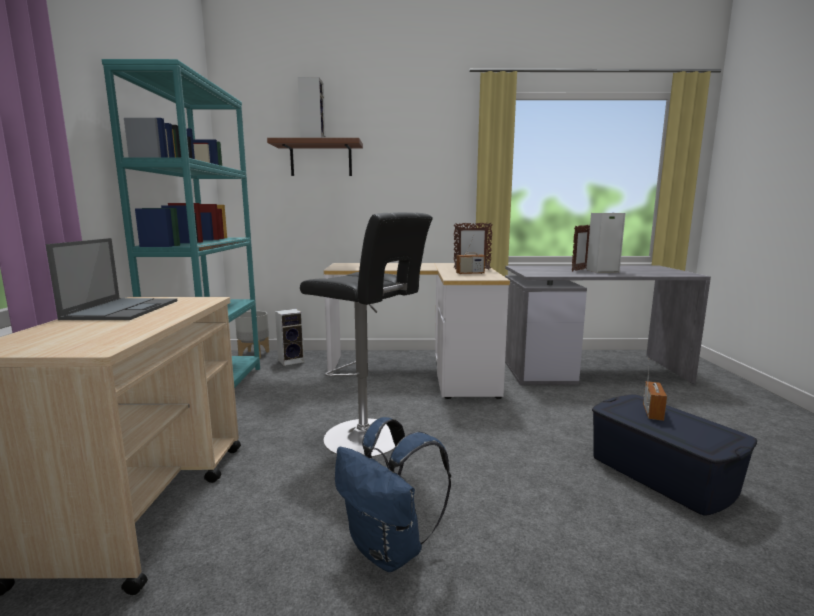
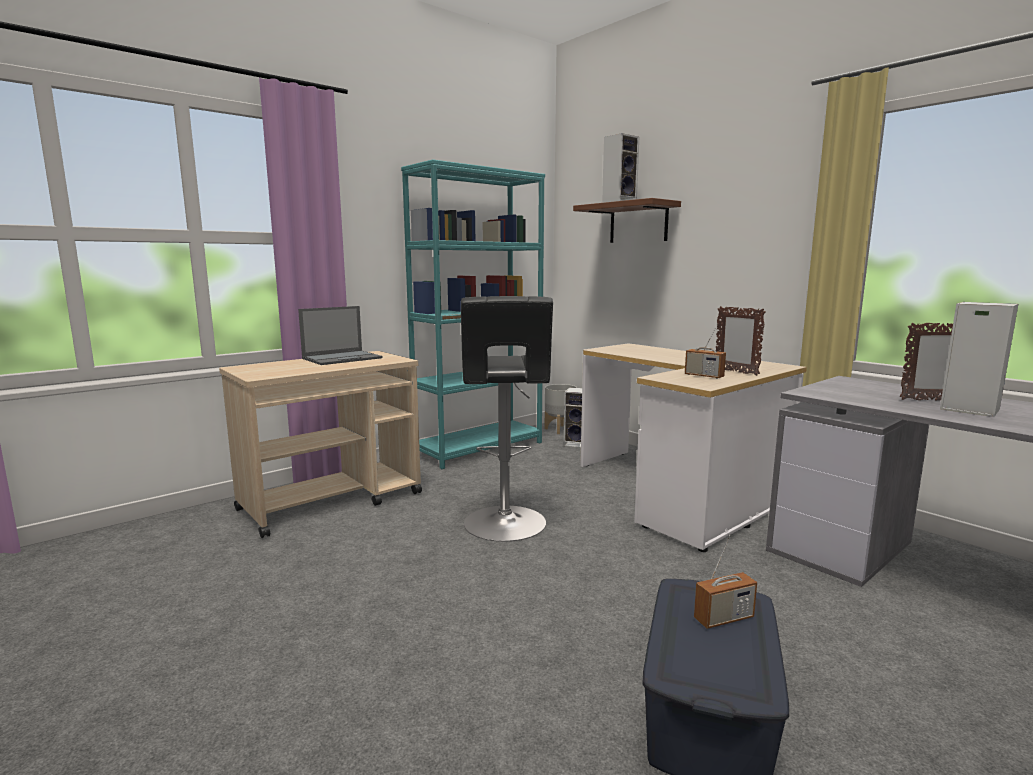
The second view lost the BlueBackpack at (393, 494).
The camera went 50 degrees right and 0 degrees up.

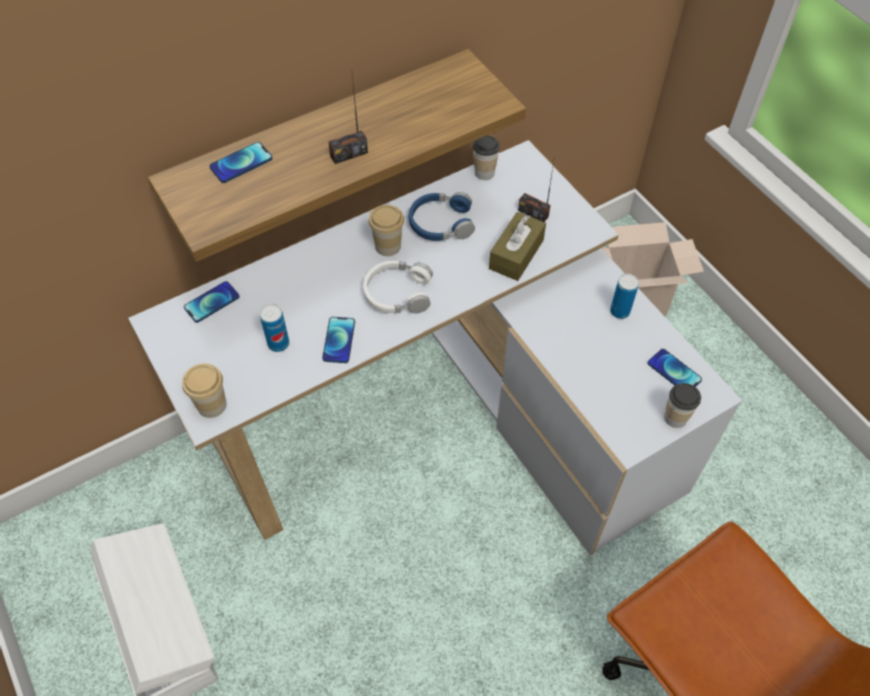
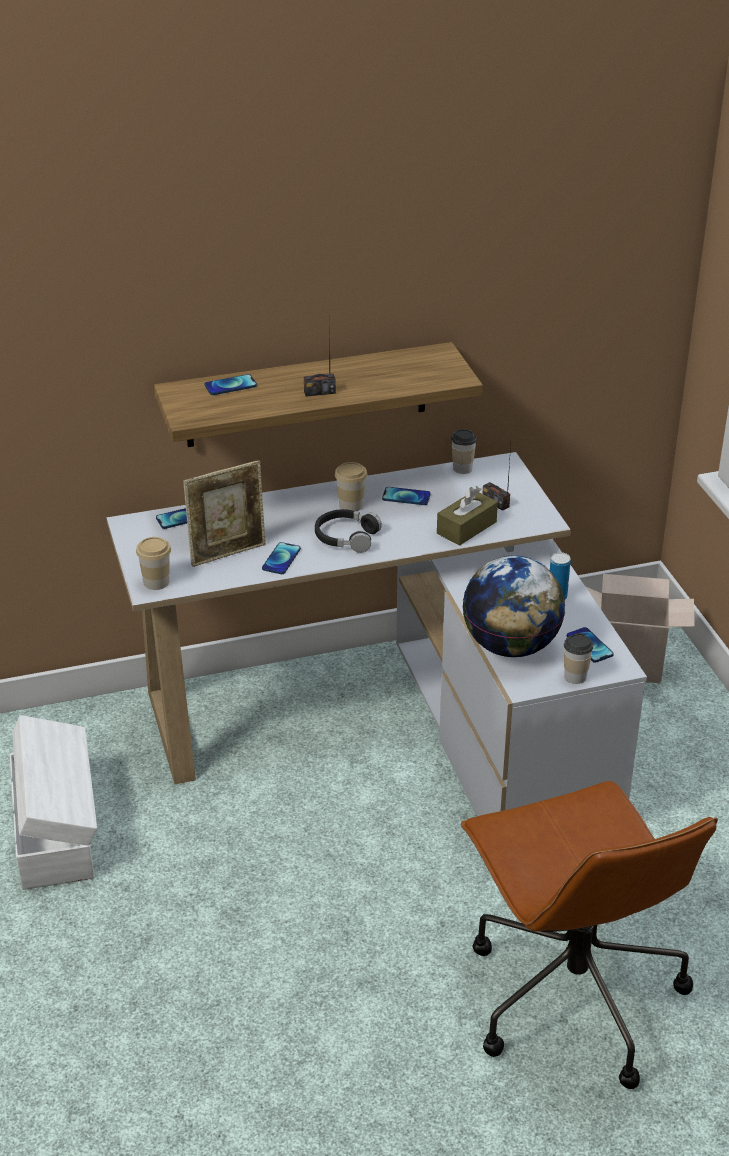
Where the Can stood at (274, 328), the PictureFrame came to stand at (224, 513).
What was the WhiteHeadphones at (398, 287) turned into the BlackHeadphones at (348, 531).
Where the BlueHeadphones stood at (442, 216), the Phone came to stand at (406, 496).
The second view gained the Globe at (513, 606).
The camera went 15 degrees right and 20 degrees down.

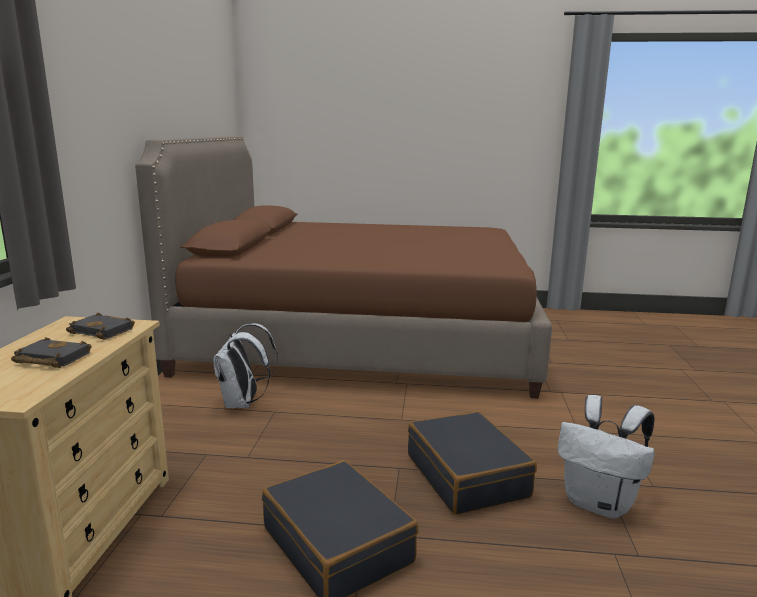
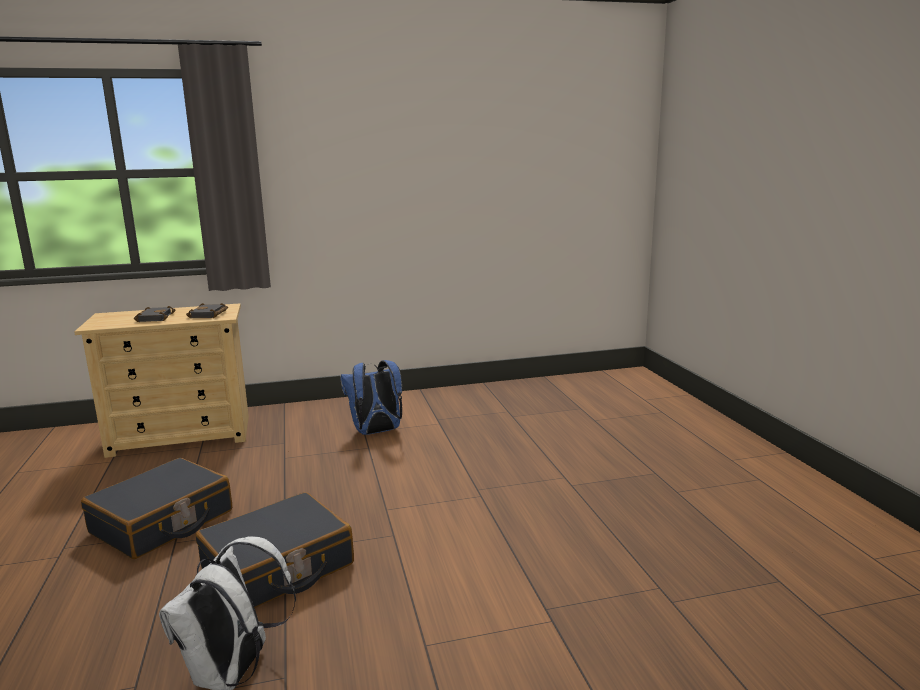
What was the WhiteBackpack at (245, 365) turned into the BlueBackpack at (371, 397).
The second view lost the BrownBed at (343, 267).
The camera went 70 degrees right and 0 degrees up.

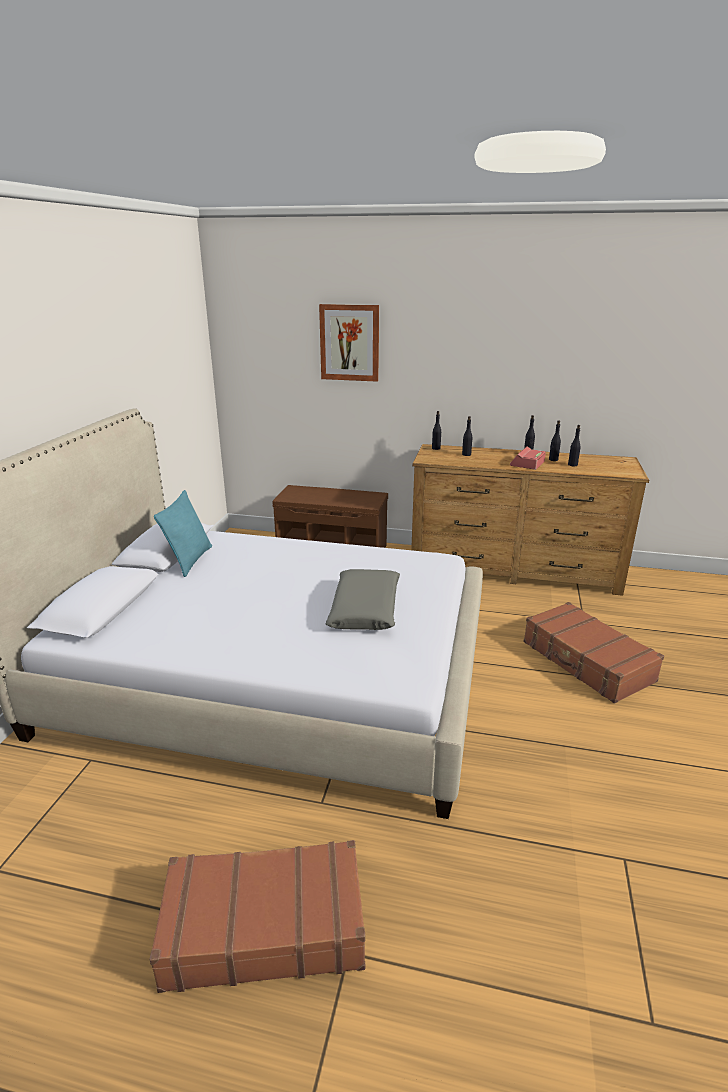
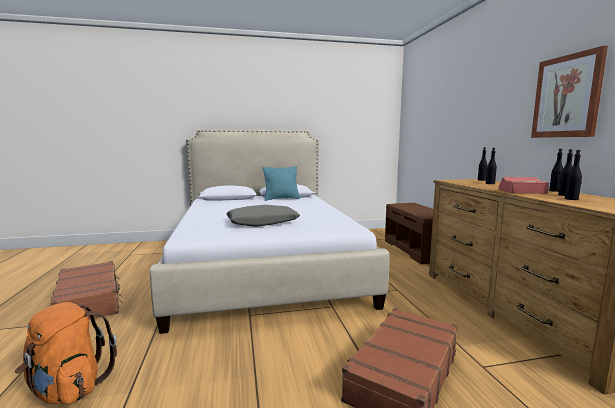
The second view gained the OrangeBackpack at (66, 353).
The Picture ended up elsewhere, having gone from (349, 343) to (569, 92).
The camera went 65 degrees right and 15 degrees down.

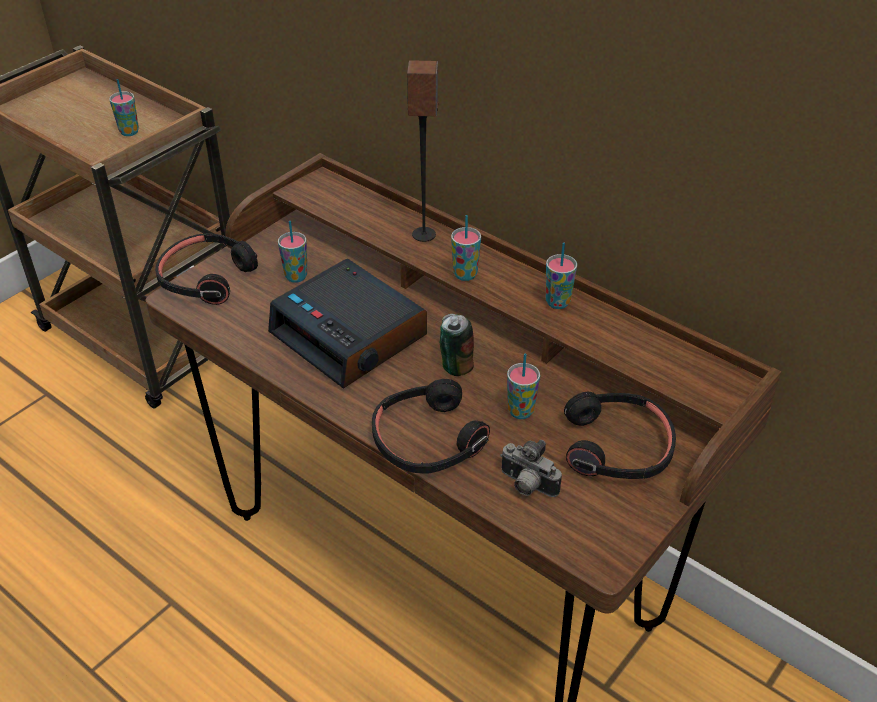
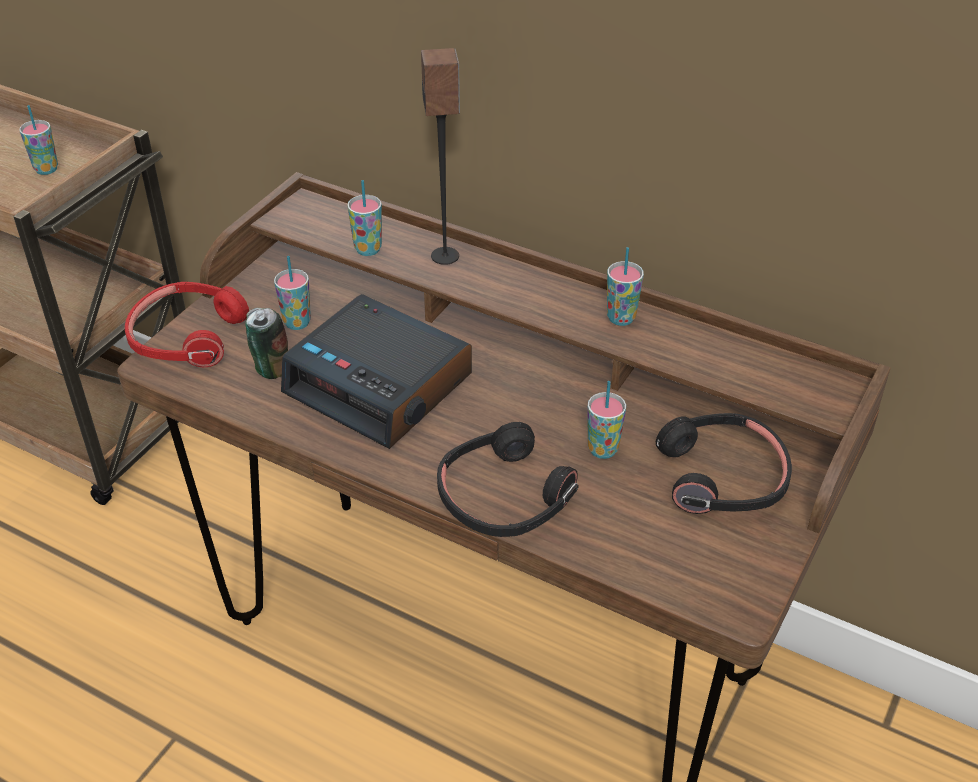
What was the BlackHeadphones at (206, 269) turned into the RedHeadphones at (187, 324).
The Can ended up elsewhere, having gone from (457, 345) to (266, 343).
The Cup ended up elsewhere, having gone from (466, 248) to (364, 218).
The second view lost the PhotoCamera at (531, 468).
The camera went 10 degrees left and 0 degrees up.

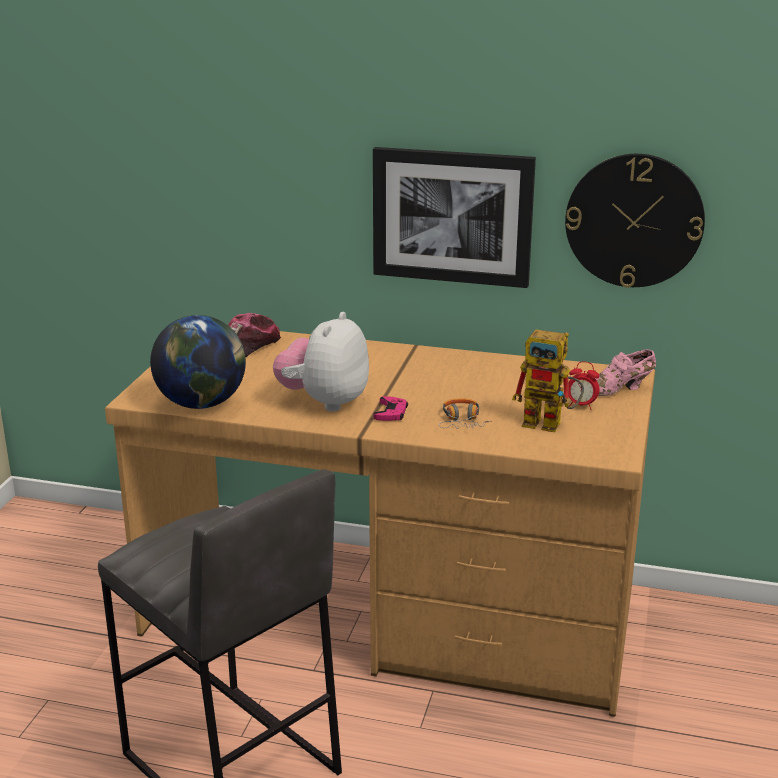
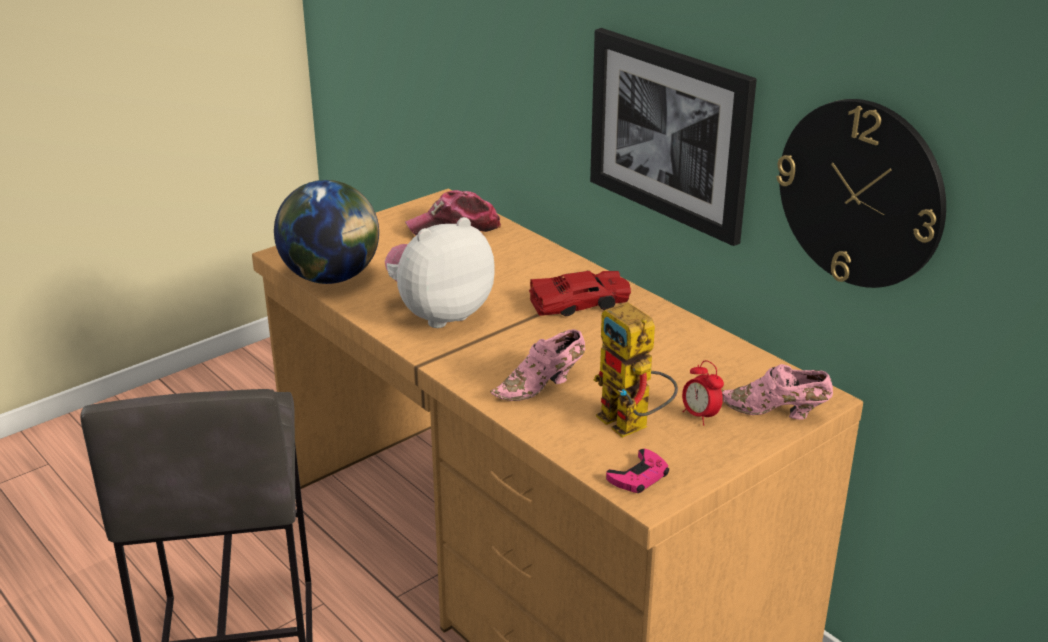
Where the Headphones stood at (465, 413), the PinkShoe came to stand at (537, 365).
The second view gained the RedToyCar at (580, 293).
The PinkGameController ended up elsewhere, having gone from (390, 408) to (637, 471).
The camera went 35 degrees right and 5 degrees up.

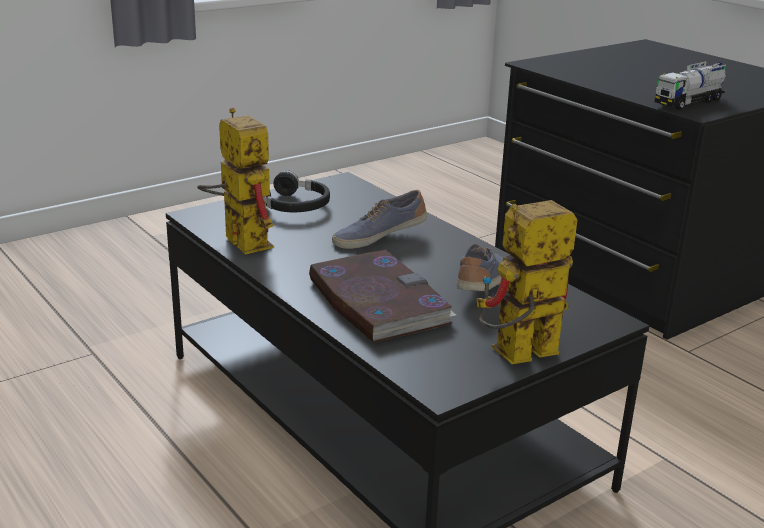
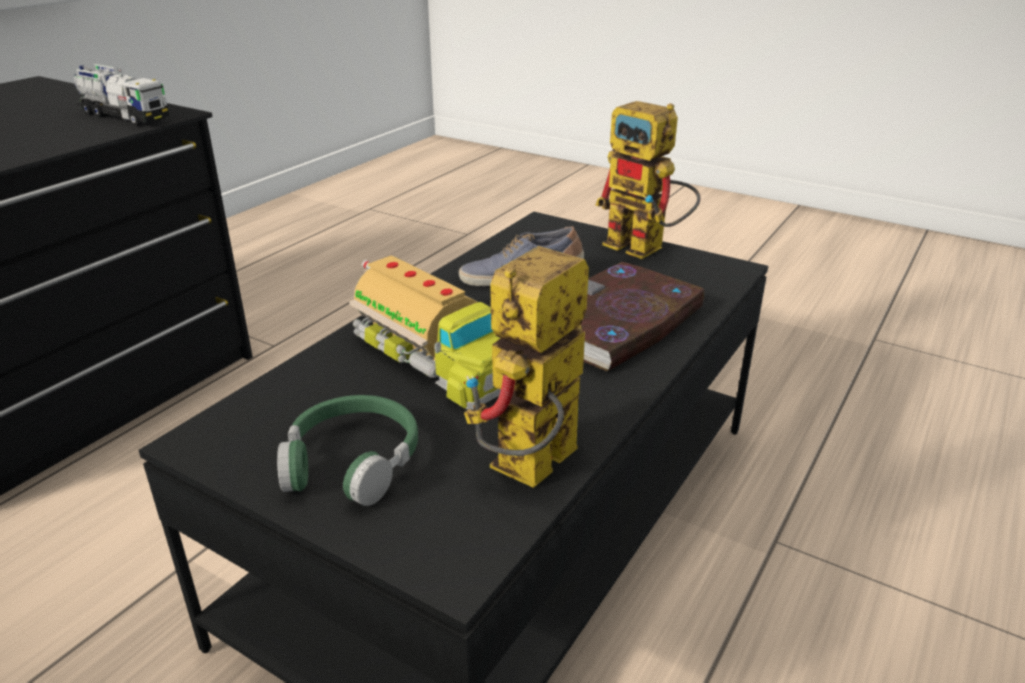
What was the BlackHeadphones at (296, 191) turned into the GreenHeadphones at (347, 450).
Where the Shoe stood at (379, 219), the ToyTruck came to stand at (425, 332).
The camera went 110 degrees left and 5 degrees up.

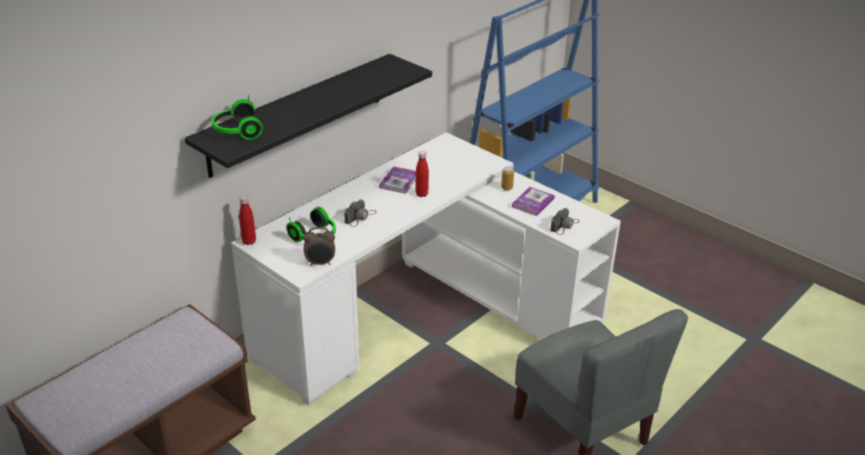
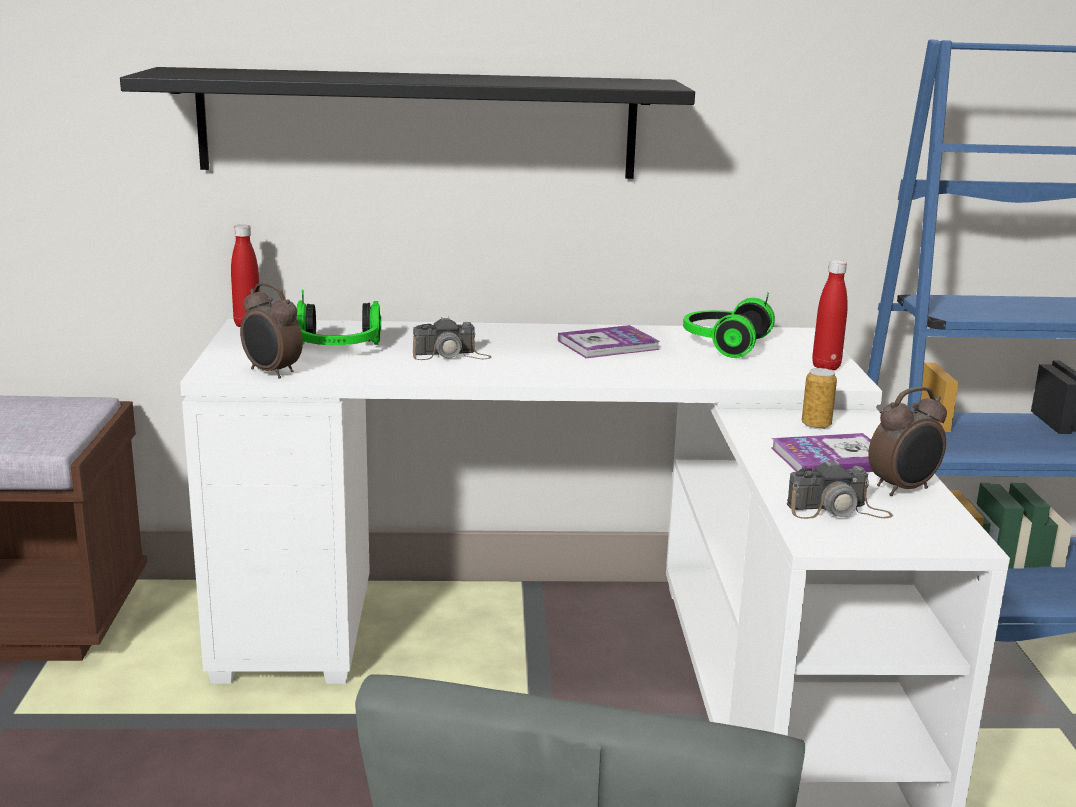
The Headphones ended up elsewhere, having gone from (237, 117) to (729, 325).
The RedBottle ended up elsewhere, having gone from (422, 174) to (830, 315).
The second view gained the AlarmClock at (907, 441).
The camera went 45 degrees right and 15 degrees down.

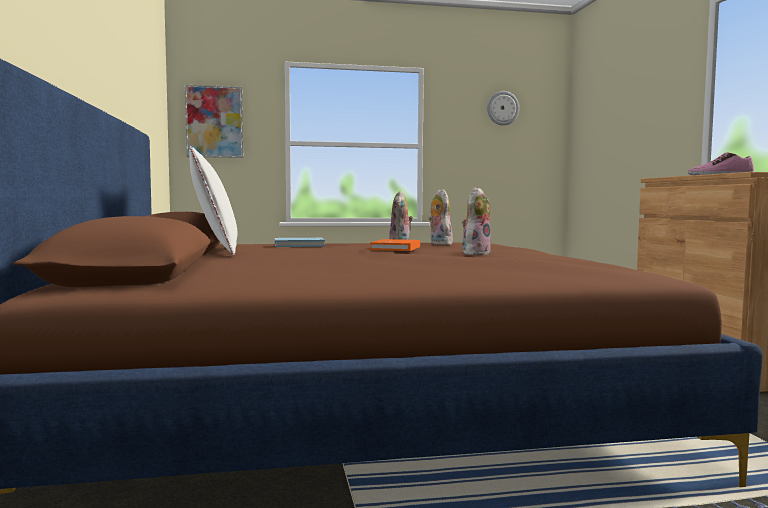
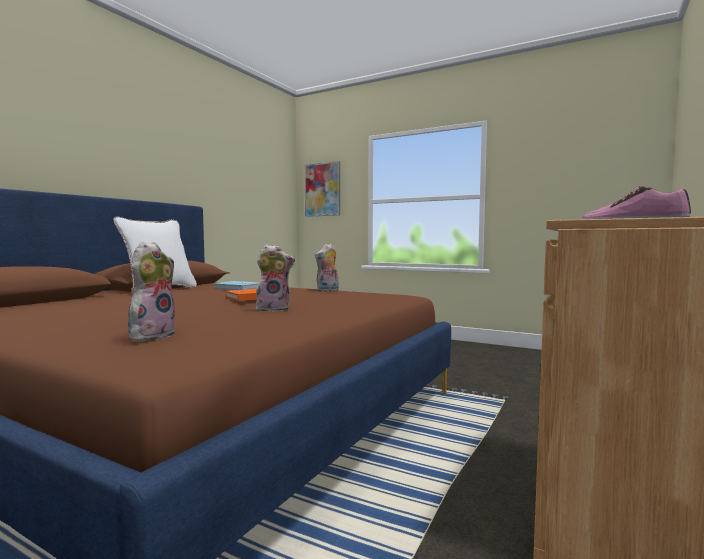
The PlushToy ended up elsewhere, having gone from (440, 217) to (151, 291).
The second view lost the WallClock at (503, 108).
The camera went 40 degrees right and 0 degrees up.

